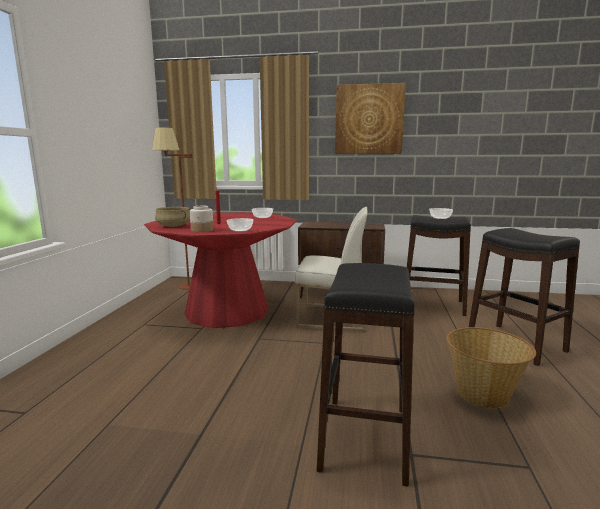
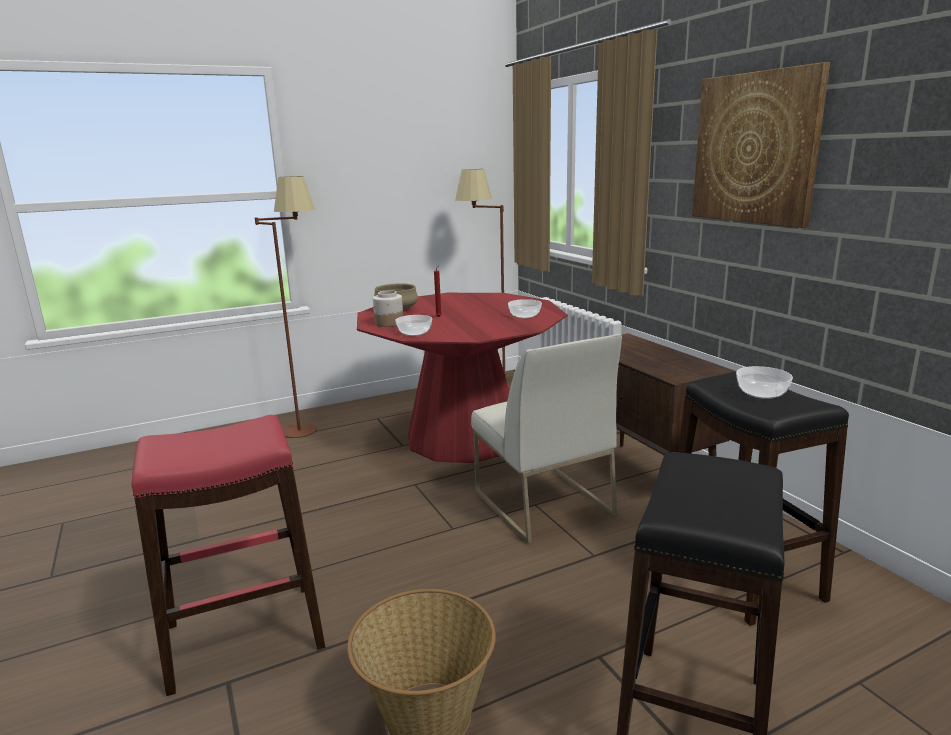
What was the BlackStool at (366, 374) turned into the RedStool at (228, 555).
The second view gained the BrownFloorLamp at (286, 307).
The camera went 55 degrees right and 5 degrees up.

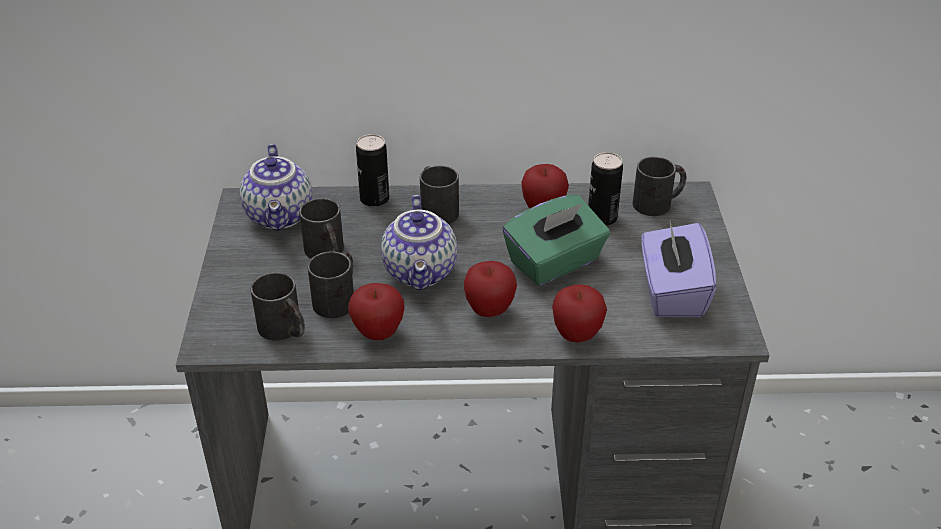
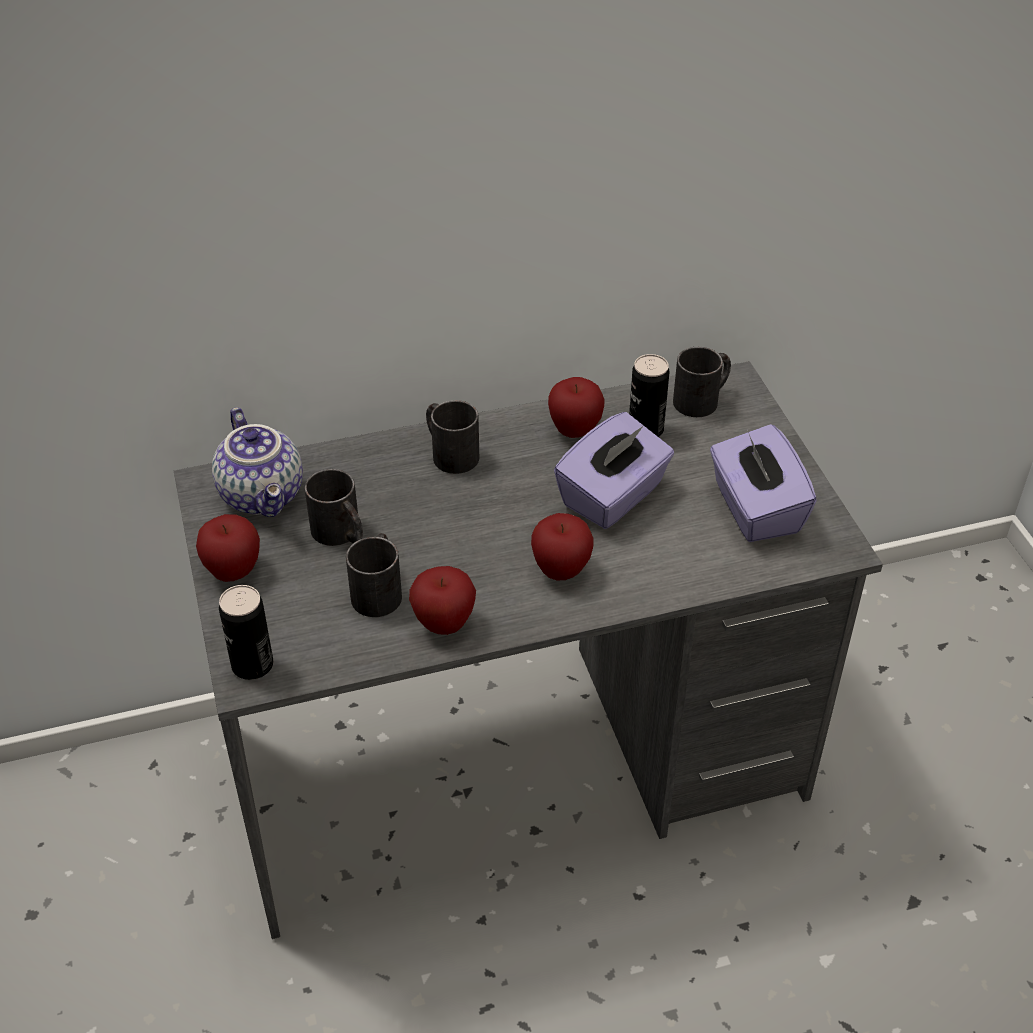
The Apple ended up elsewhere, having gone from (579, 313) to (228, 548).
The Can ended up elsewhere, having gone from (372, 170) to (246, 632).
What was the GreenTissueBox at (556, 240) turned into the PurpleTissueBox at (614, 470).
The second view lost the BlackMug at (278, 306).
The second view lost the Teapot at (419, 242).
The camera went 15 degrees left and 5 degrees up.

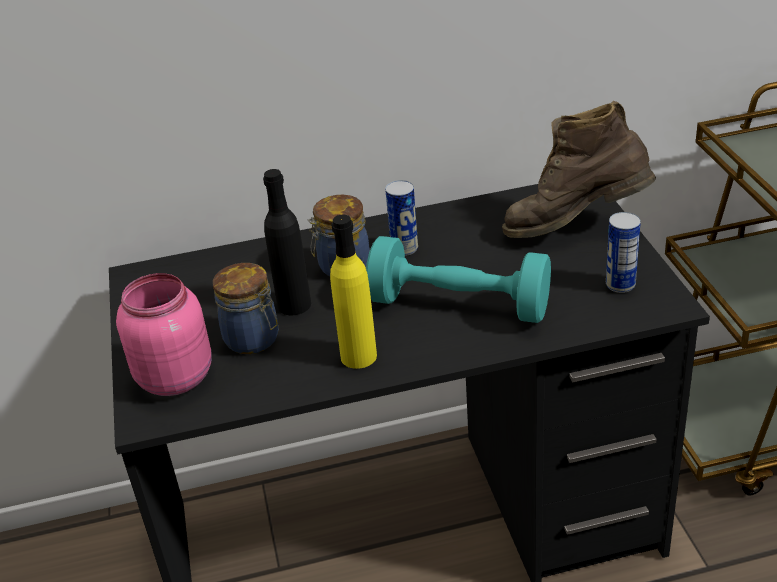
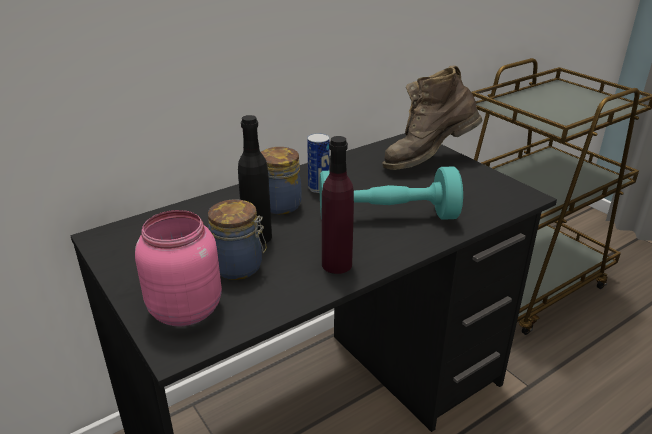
What was the YellowBottle at (353, 291) turned into the PurpleBottle at (338, 205).
The second view lost the Can at (623, 252).
The camera went 25 degrees left and 5 degrees down.

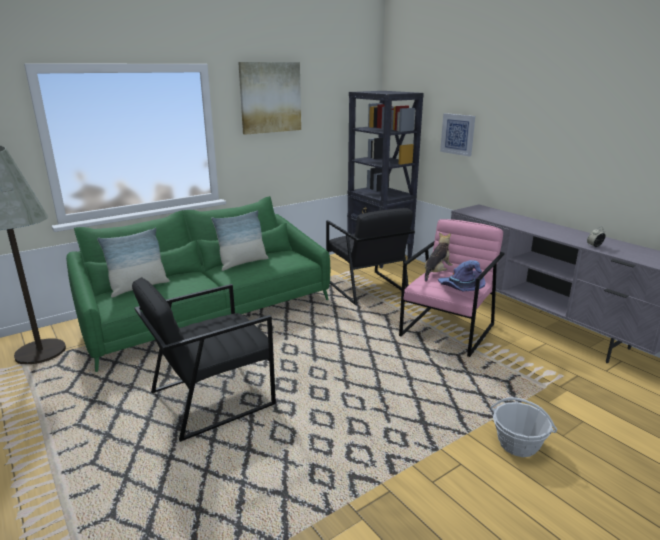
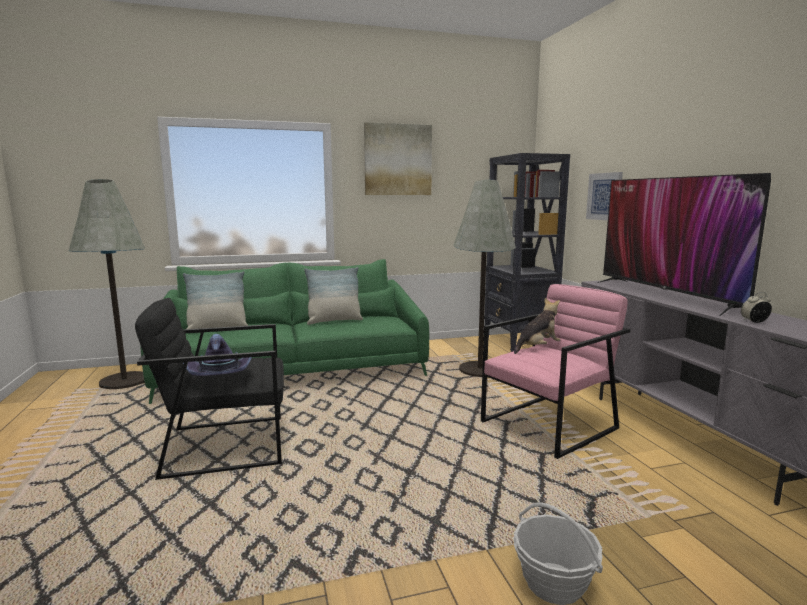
The PurpleHat ended up elsewhere, having gone from (462, 275) to (217, 355).
Where the BlackArmchair stood at (370, 256), the GreyFloorLamp came to stand at (484, 279).
The second view gained the Television at (684, 244).
The camera went 20 degrees right and 10 degrees down.

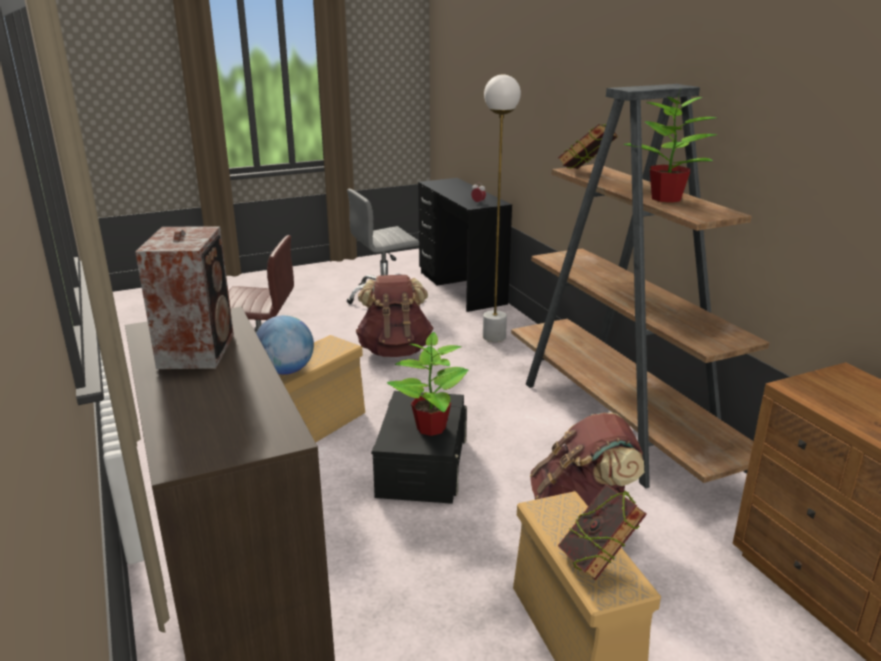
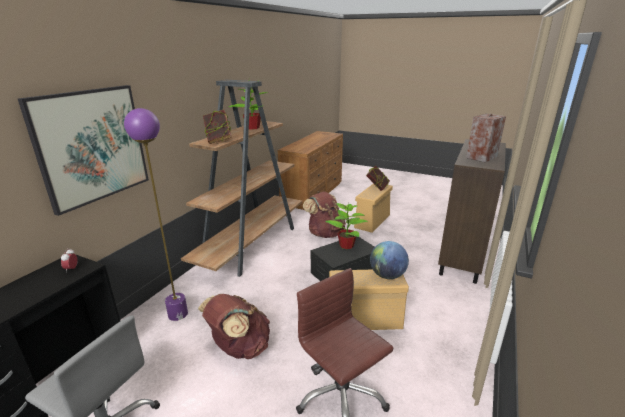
The second view gained the Picture at (83, 150).
What was the WhiteFloorLamp at (502, 208) turned into the PurpleFloorLamp at (156, 214).
The camera went 130 degrees left and 0 degrees up.

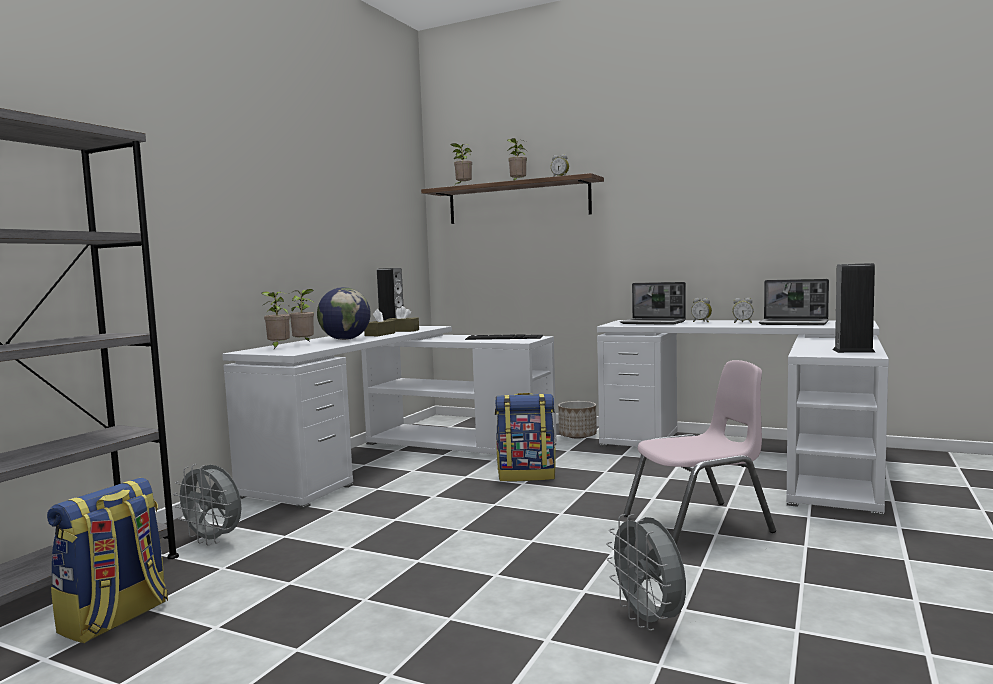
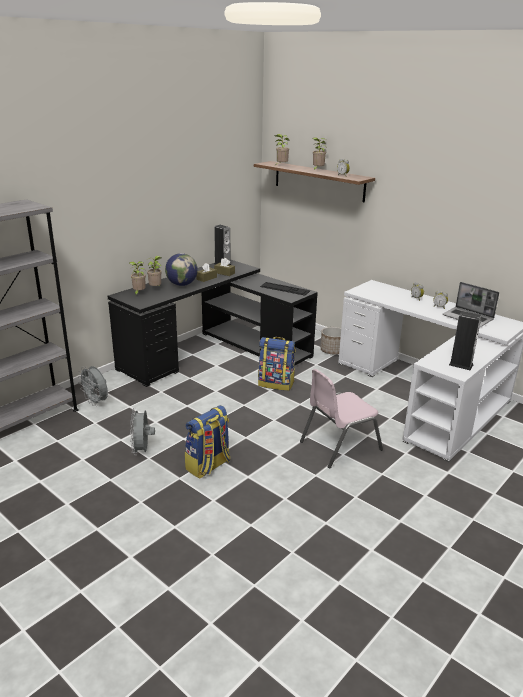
What was the WhiteDesk at (389, 417) turned into the BlackDesk at (213, 323).
The GreyFan ended up elsewhere, having gone from (646, 572) to (142, 431).
The Backpack ended up elsewhere, having gone from (107, 560) to (207, 442).
The PinkChair at (700, 452) ended up facing another way, 150 degrees clockwise from before.
The second view lost the Laptop at (653, 303).
The camera went 15 degrees right and 20 degrees up.

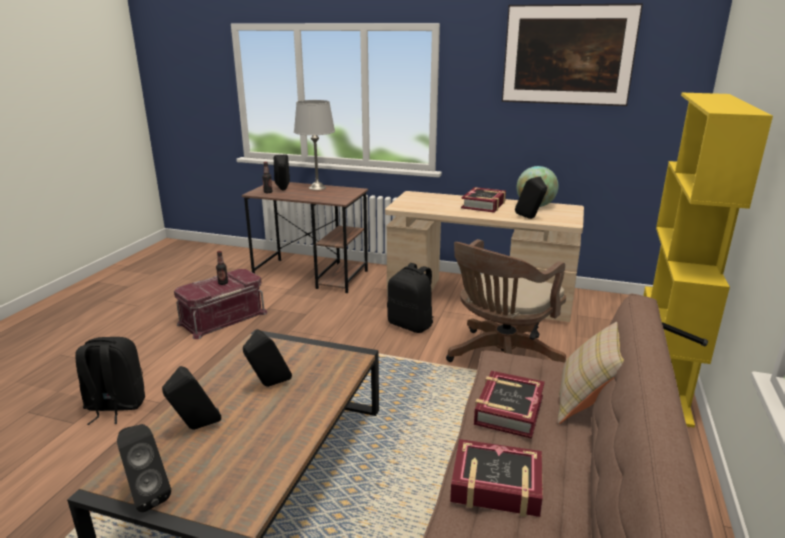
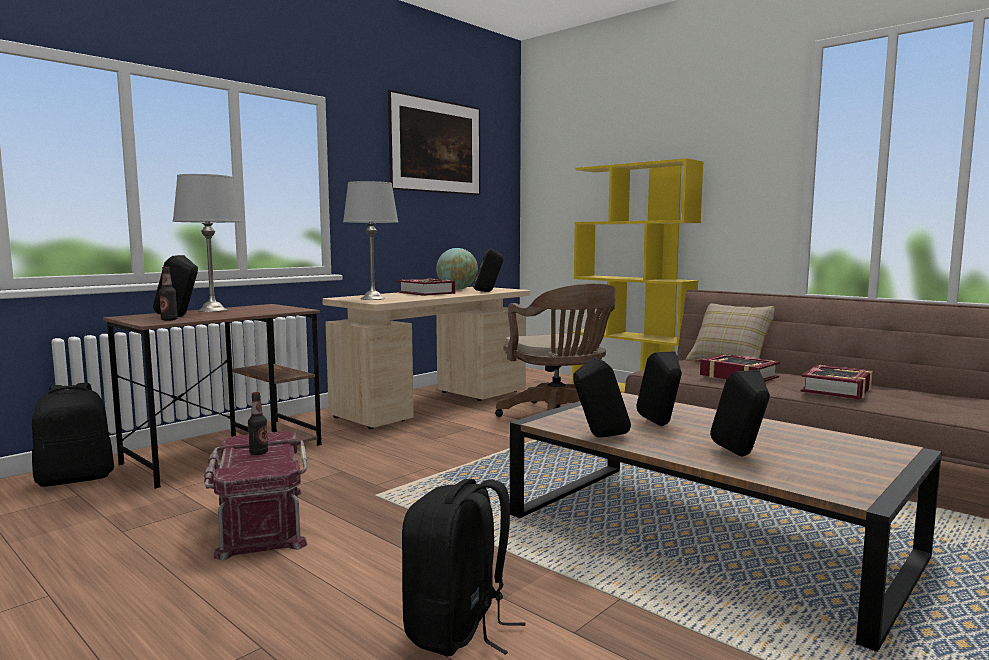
The BlackBackpack ended up elsewhere, having gone from (410, 298) to (73, 435).
The second view gained the GreyTableLamp at (370, 240).
The BlackSpeaker ended up elsewhere, having gone from (144, 468) to (602, 397).
The camera went 65 degrees left and 15 degrees down.

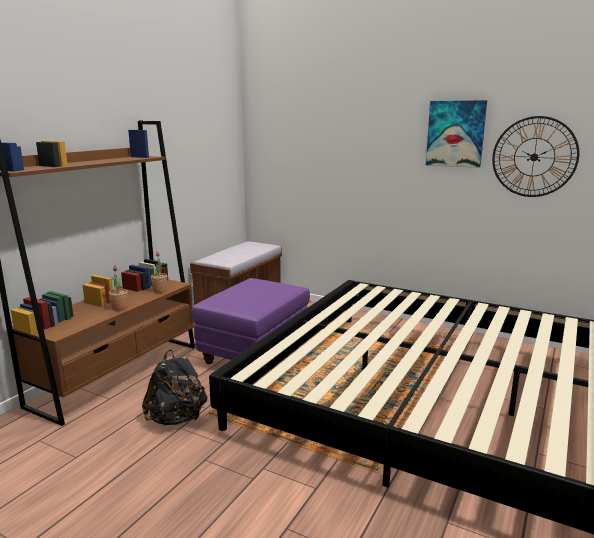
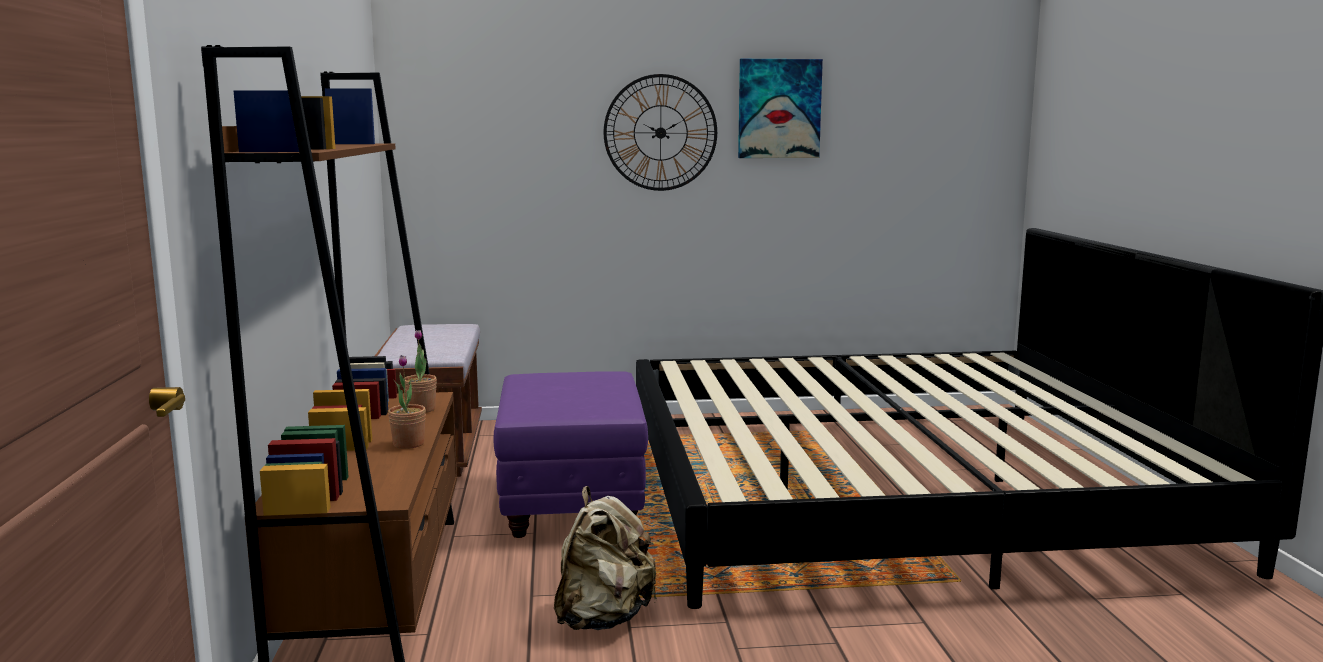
What was the BlackBackpack at (174, 388) turned into the BeigeBackpack at (605, 558).
The WallClock ended up elsewhere, having gone from (535, 156) to (660, 132).
The camera went 35 degrees left and 5 degrees down.

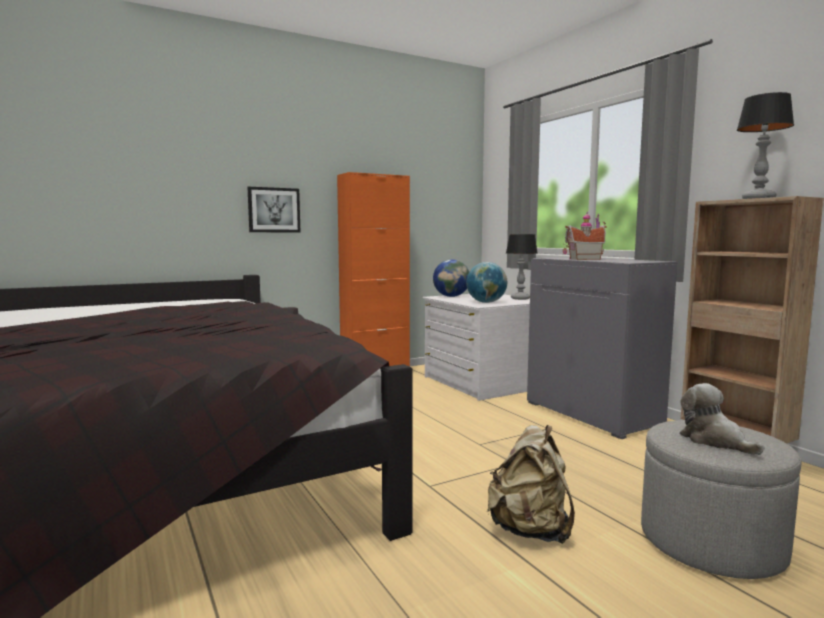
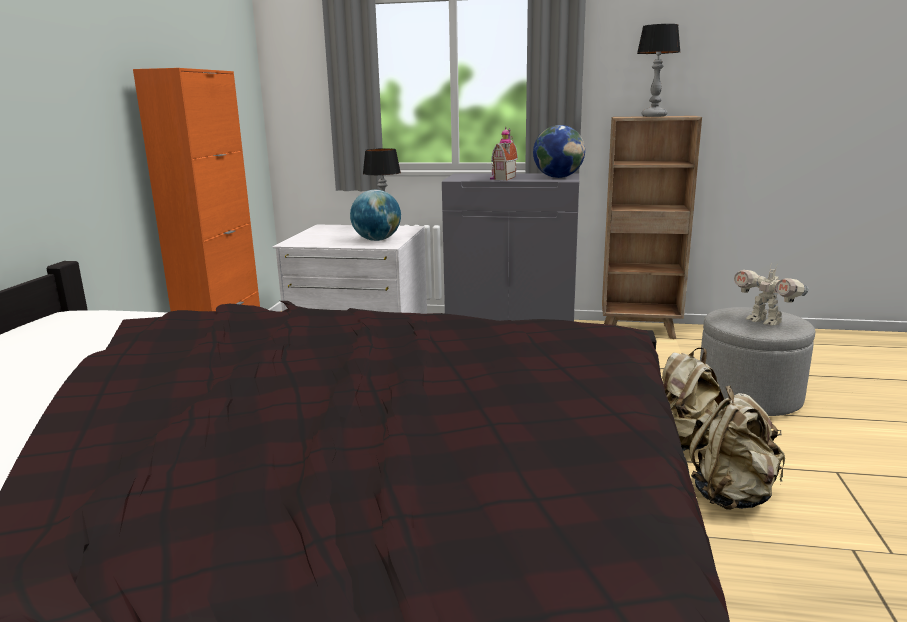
The Globe ended up elsewhere, having gone from (451, 278) to (559, 151).
The second view gained the BeigeBackpack at (737, 448).
Where the PlushToy stood at (722, 419), the ToyRobot came to stand at (771, 295).
The second view lost the Picture at (273, 209).
The camera went 50 degrees left and 10 degrees up.

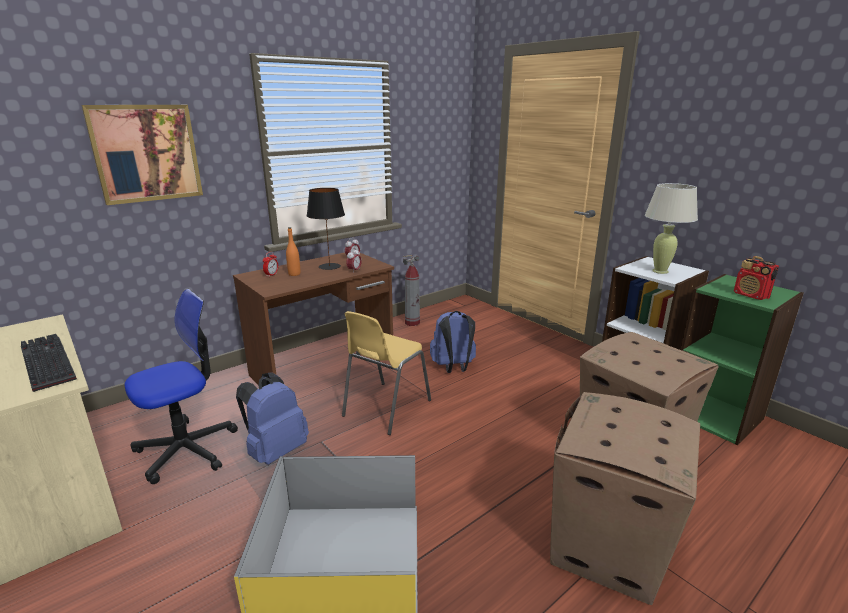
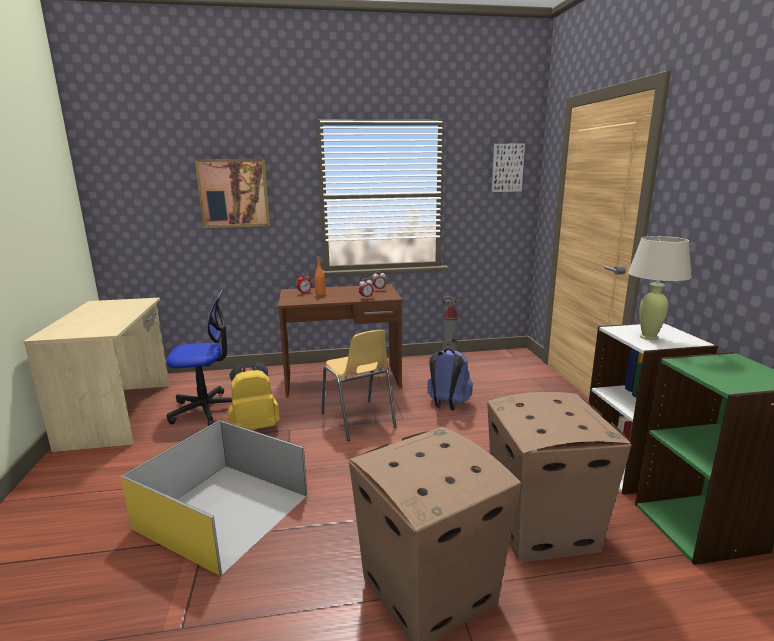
What was the BlueBackpack at (272, 419) turned into the YellowBackpack at (254, 396).
The YellowChair at (386, 373) ended up facing another way, 90 degrees counterclockwise from before.
The second view gained the Picture at (508, 168).
The second view lost the Keyboard at (49, 363).
The second view lost the BlackTableLamp at (326, 229).
The second view lost the Radio at (756, 278).
The camera went 30 degrees right and 5 degrees down.

